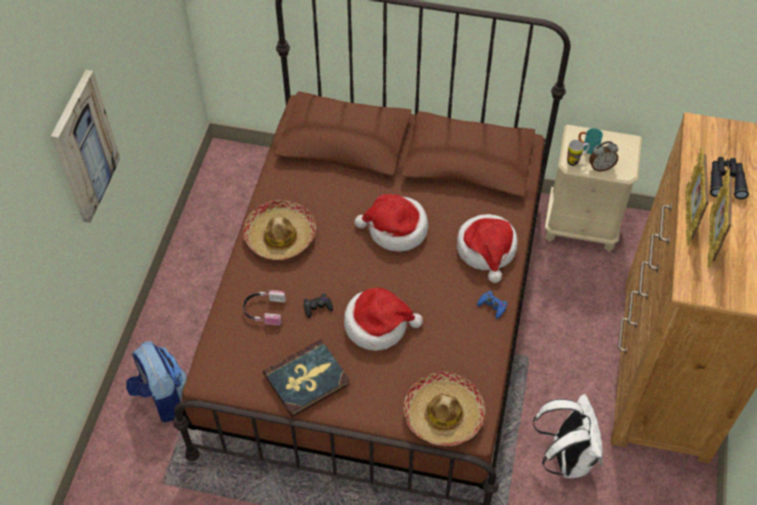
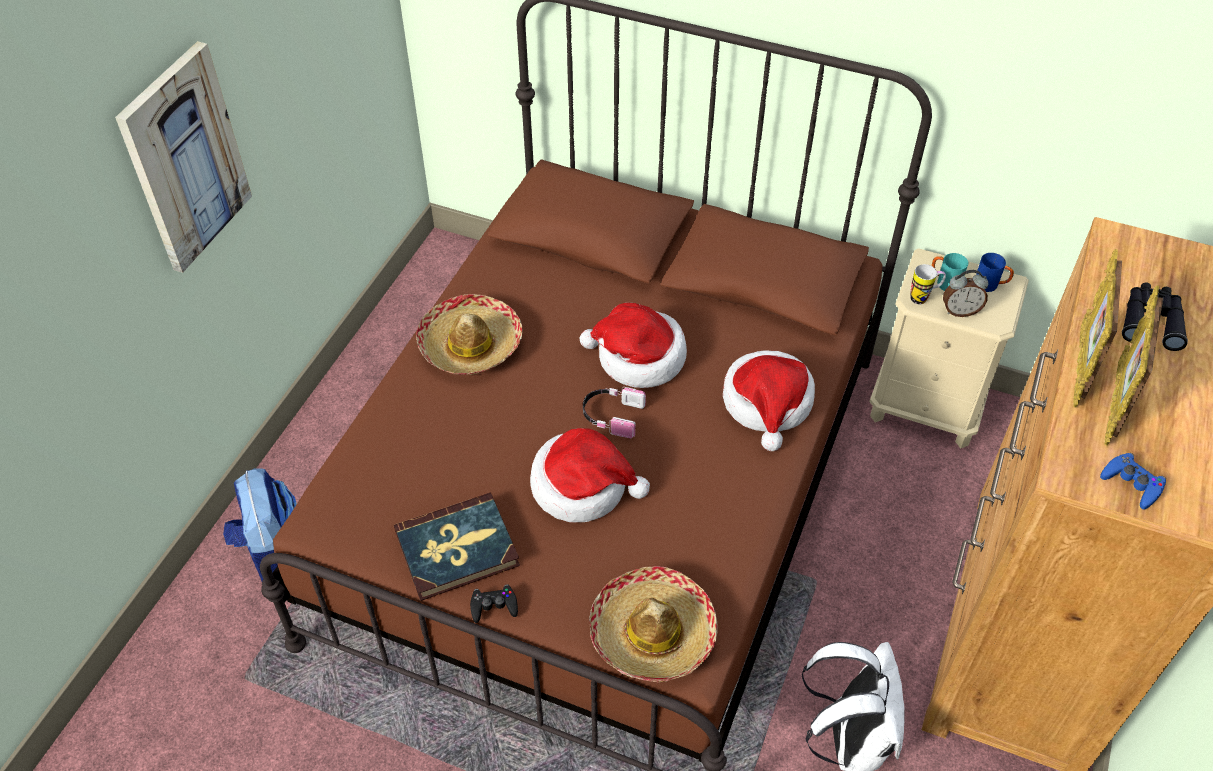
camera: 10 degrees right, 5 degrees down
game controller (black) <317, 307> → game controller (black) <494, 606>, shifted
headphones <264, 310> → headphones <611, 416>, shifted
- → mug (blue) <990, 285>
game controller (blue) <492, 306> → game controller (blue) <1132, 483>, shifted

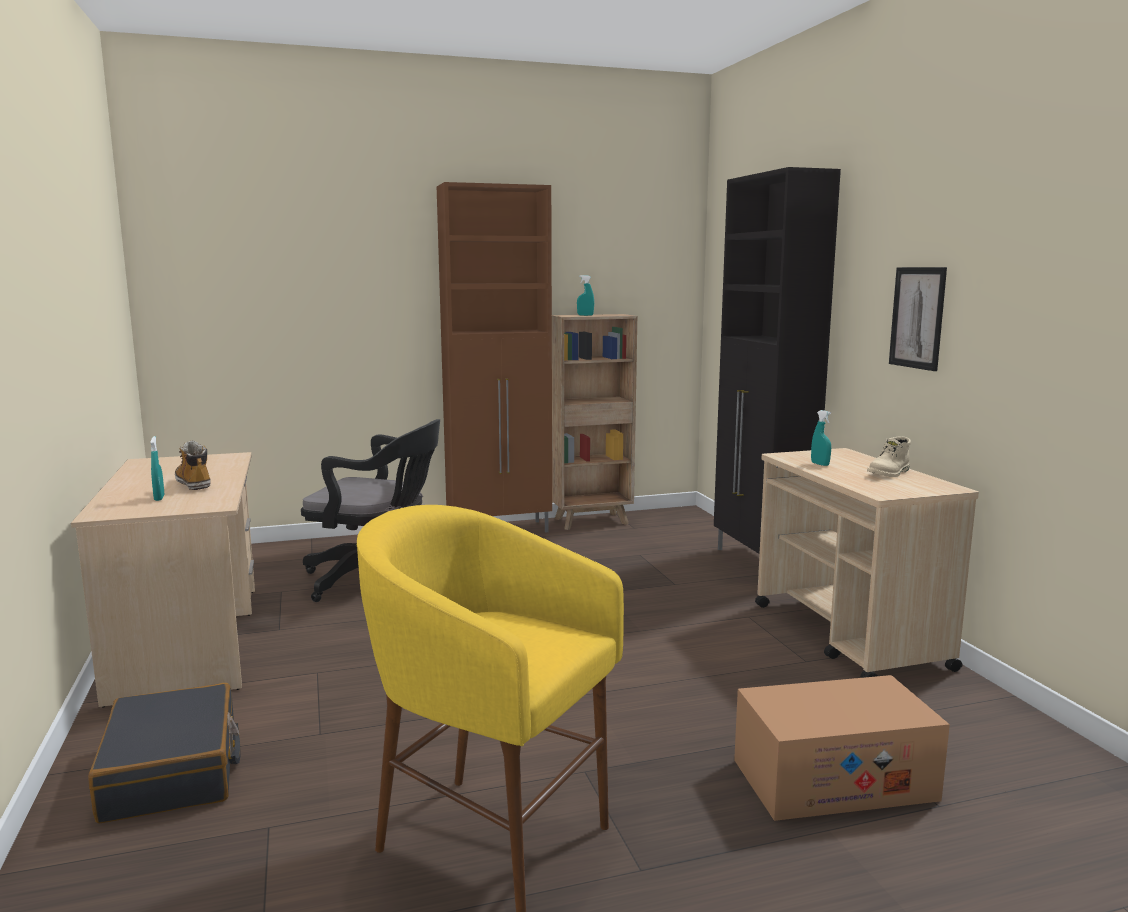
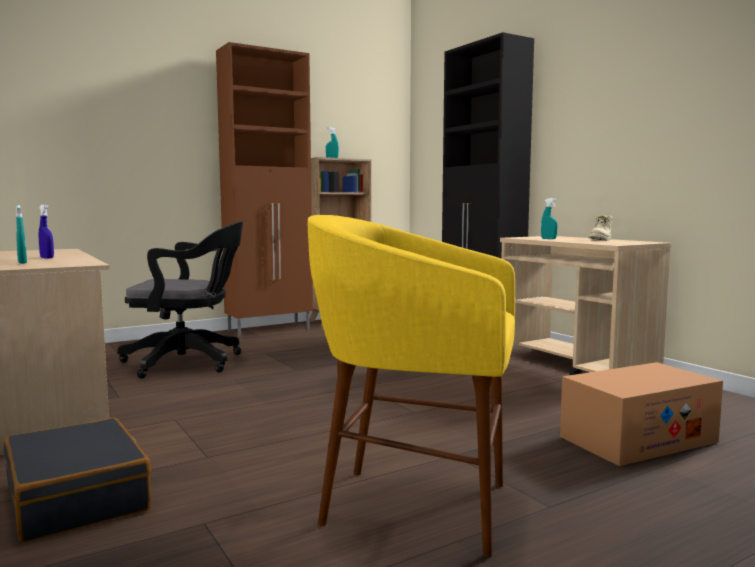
camera: 15 degrees left, 5 degrees down
boot <194, 484> → spray bottle (blue) <47, 258>
picture <917, 317> → -

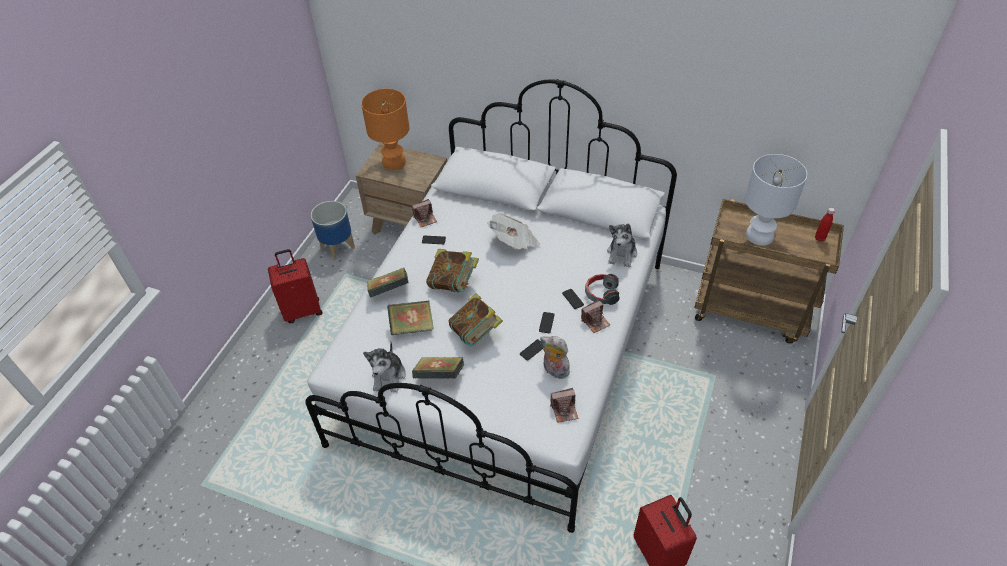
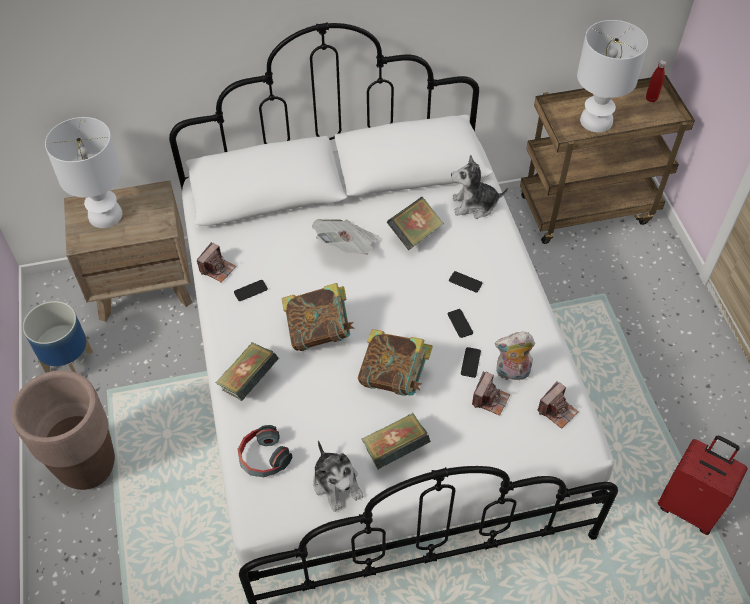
camera: 35 degrees left, 5 degrees up
suitcase (red) <302, 310> → planter (brown) <87, 466>
table lamp (orange) <393, 162> → table lamp (white) <104, 215>
headphones <601, 293> → headphones <263, 458>, shifted
book <412, 326> → book <415, 234>, shifted
plush toy <622, 254> → plush toy <474, 205>, 105 degrees clockwise
photo camera <595, 321> → photo camera <490, 399>, shifted

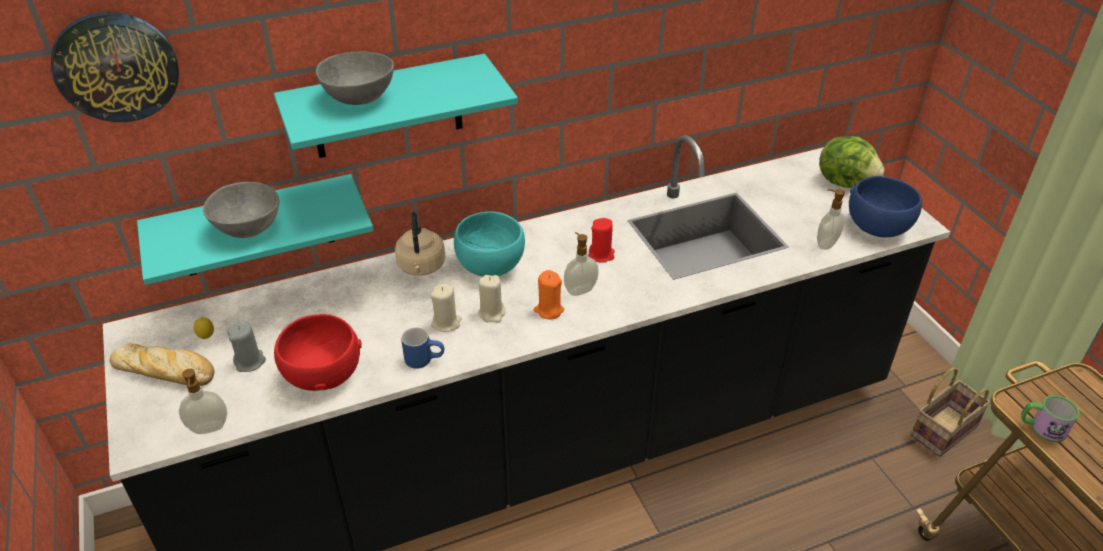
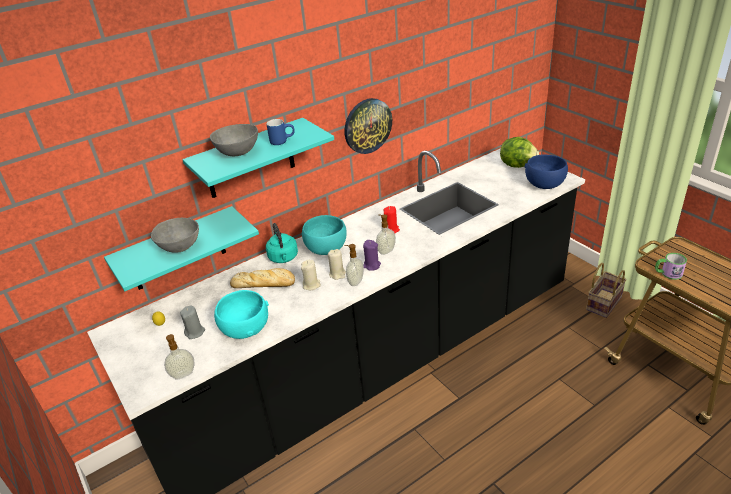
camera: 10 degrees left, 5 degrees down
bowl (red) <323, 375> → bowl (turquoise) <245, 329>
bread <166, 371> → bread <264, 284>, shifted
mug (blue) <424, 359> → mug (blue) <282, 141>, shifted
kettle (beige) <421, 267> → kettle (turquoise) <283, 258>
wall clock <116, 66> → wall clock <367, 125>, shifted
soap dispenser <825, 243> → soap dispenser <355, 281>, shifted
candle (orange) <549, 310> → candle (purple) <371, 265>

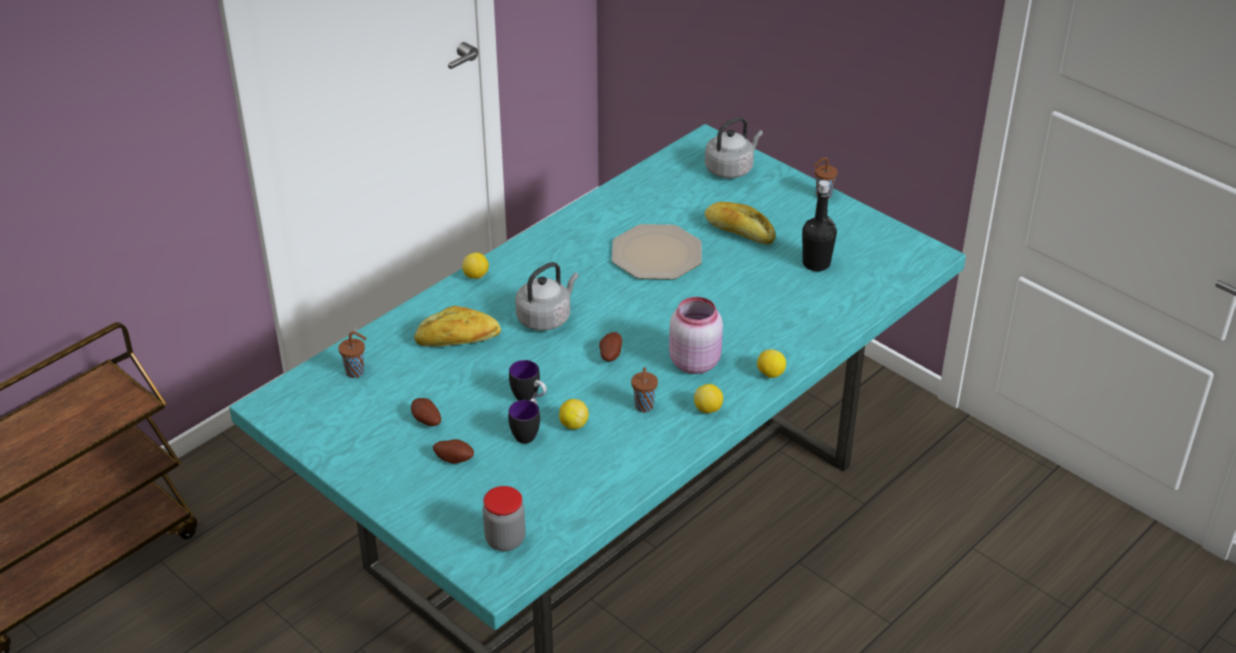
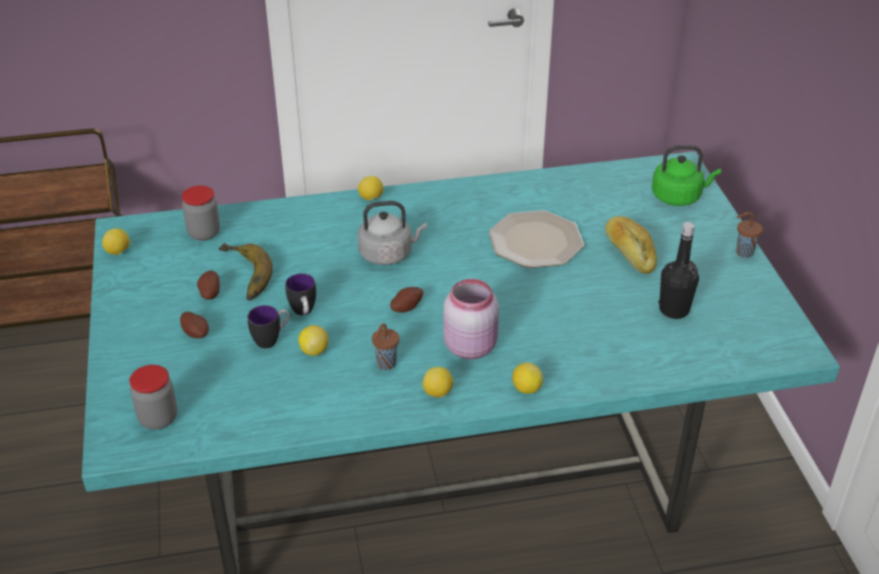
camera: 35 degrees right, 0 degrees up
- → lemon <118, 252>
cup (brown) <356, 372> → jar <204, 233>
- → banana <241, 276>
kettle (grey) <731, 169> → kettle (green) <679, 196>
bread <458, 340> → -

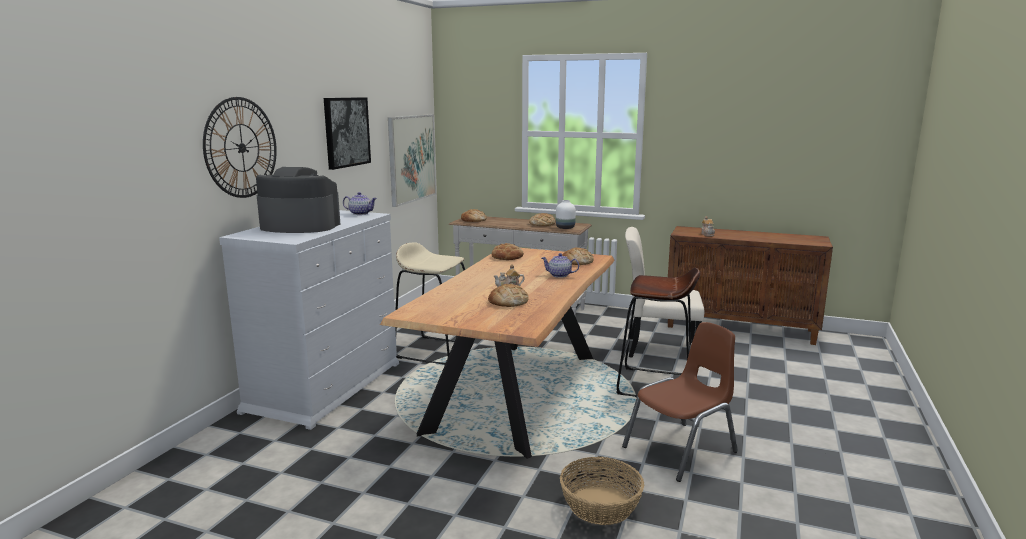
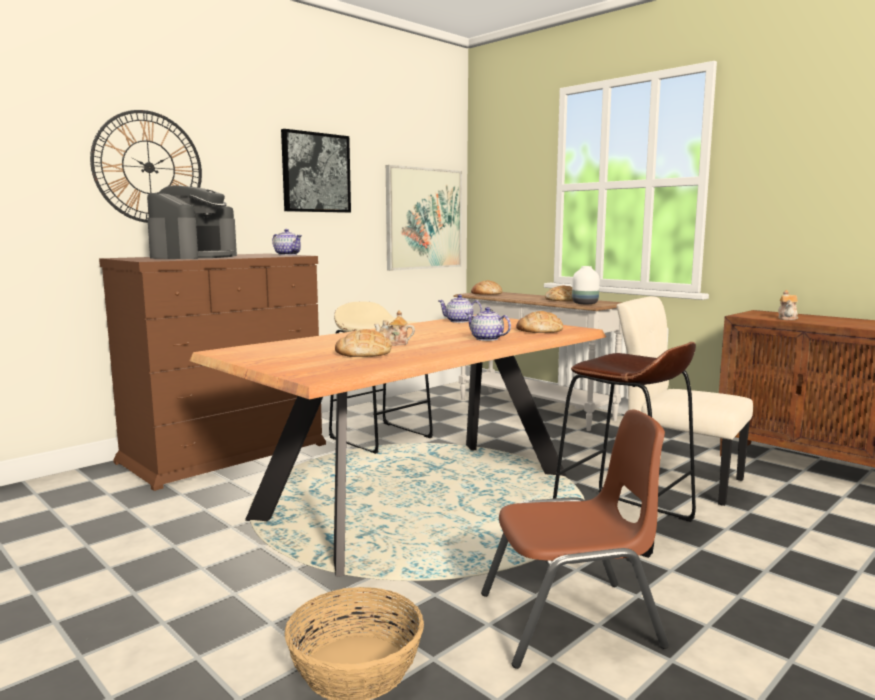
camera: 25 degrees right, 5 degrees down
dresser (white) <325, 386> → dresser (brown) <225, 453>
coffee machine <299, 226> → coffee machine <195, 257>, 75 degrees clockwise
bread <507, 257> → teapot <459, 321>

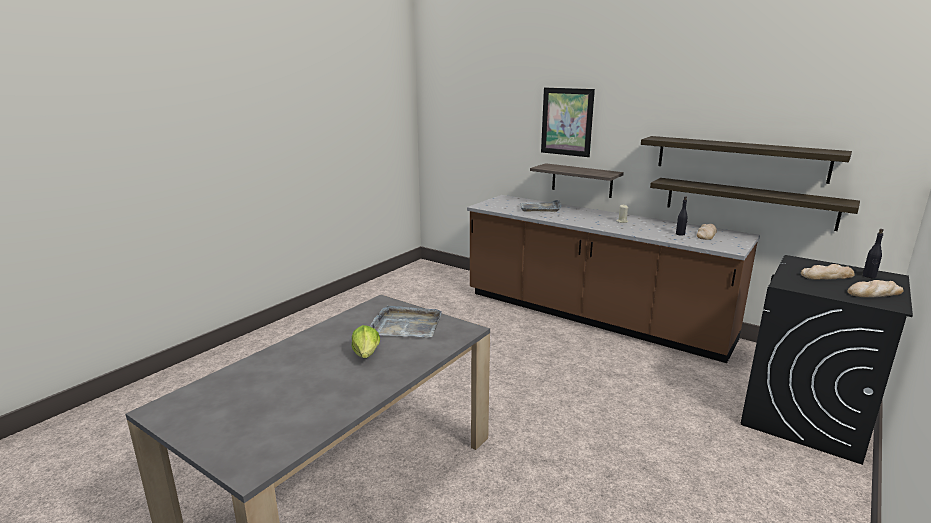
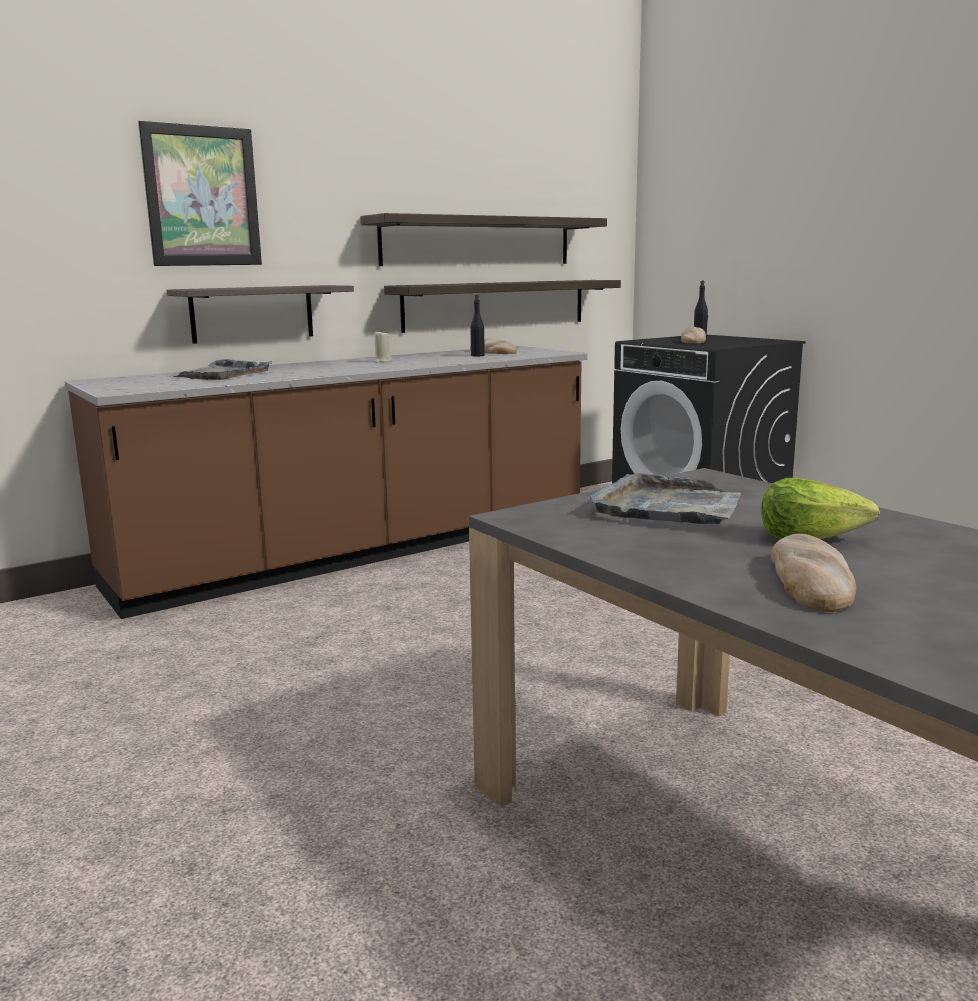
camera: 70 degrees left, 5 degrees down
bread <874, 293> → bread <811, 582>, shifted

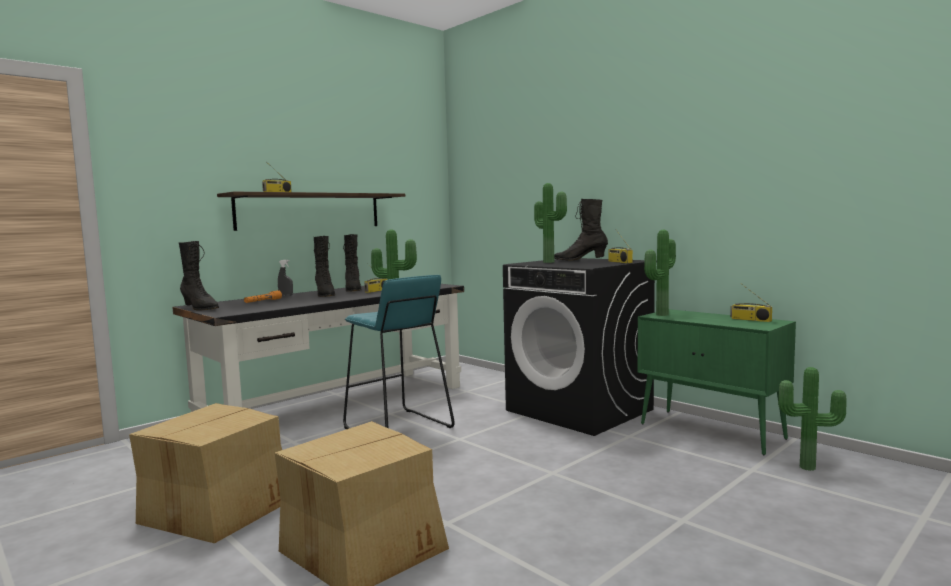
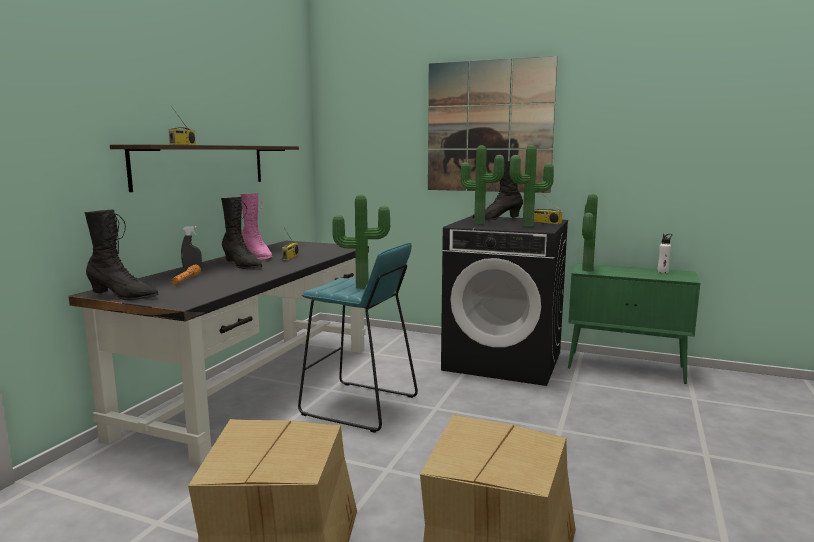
camera: 25 degrees left, 5 degrees up
boot (black) <353, 289> → boot (pink) <257, 256>
- → picture <489, 127>
potted plant <809, 468> → potted plant <529, 226>, shifted
radio <750, 320> → bottle (white) <663, 272>

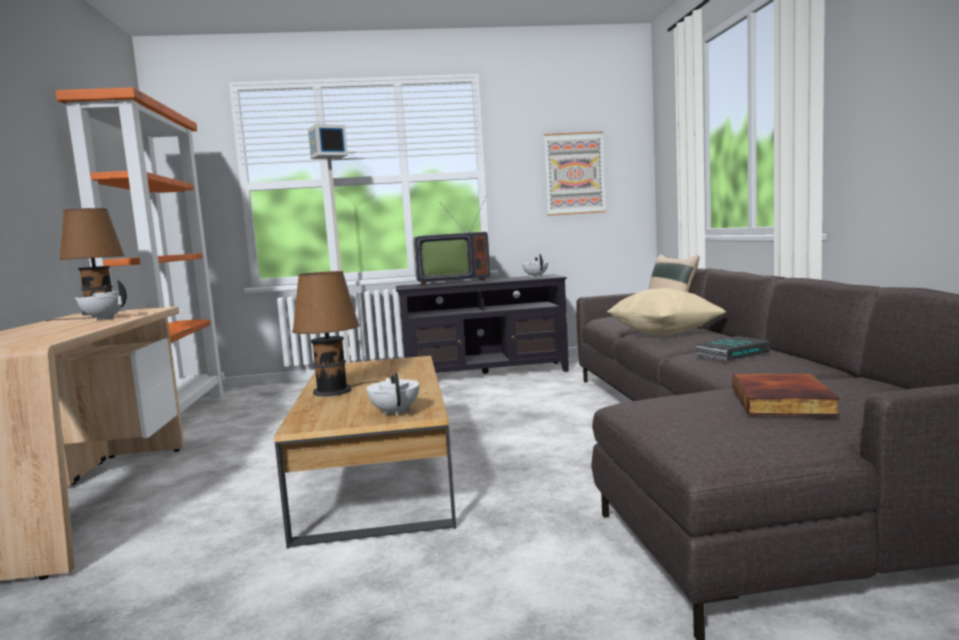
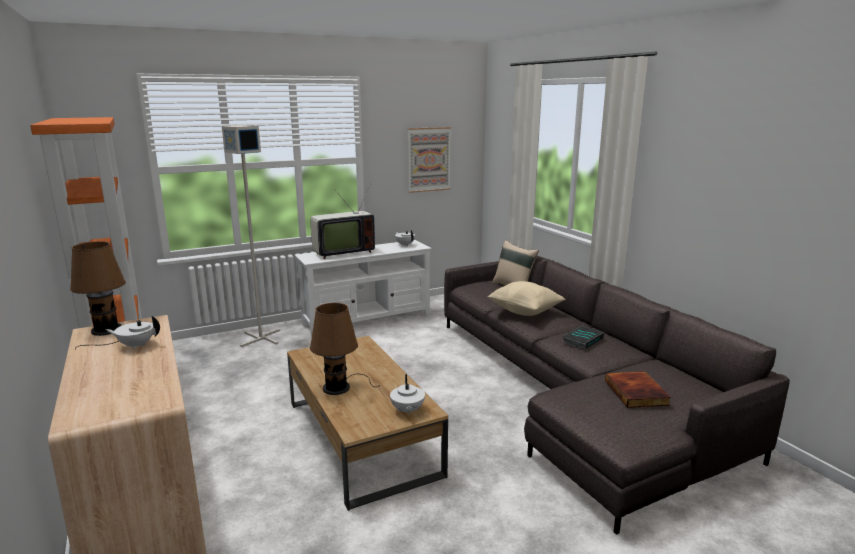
camera: 20 degrees left, 10 degrees up
tv stand (black) <485, 374> → tv stand (white) <367, 320>
teapot (white) <395, 412> → teapot (white) <407, 411>, 150 degrees counterclockwise

